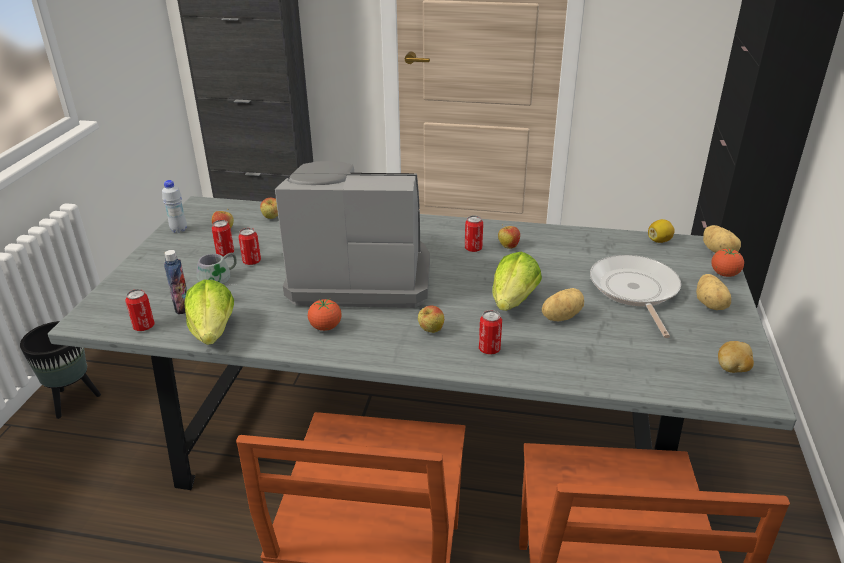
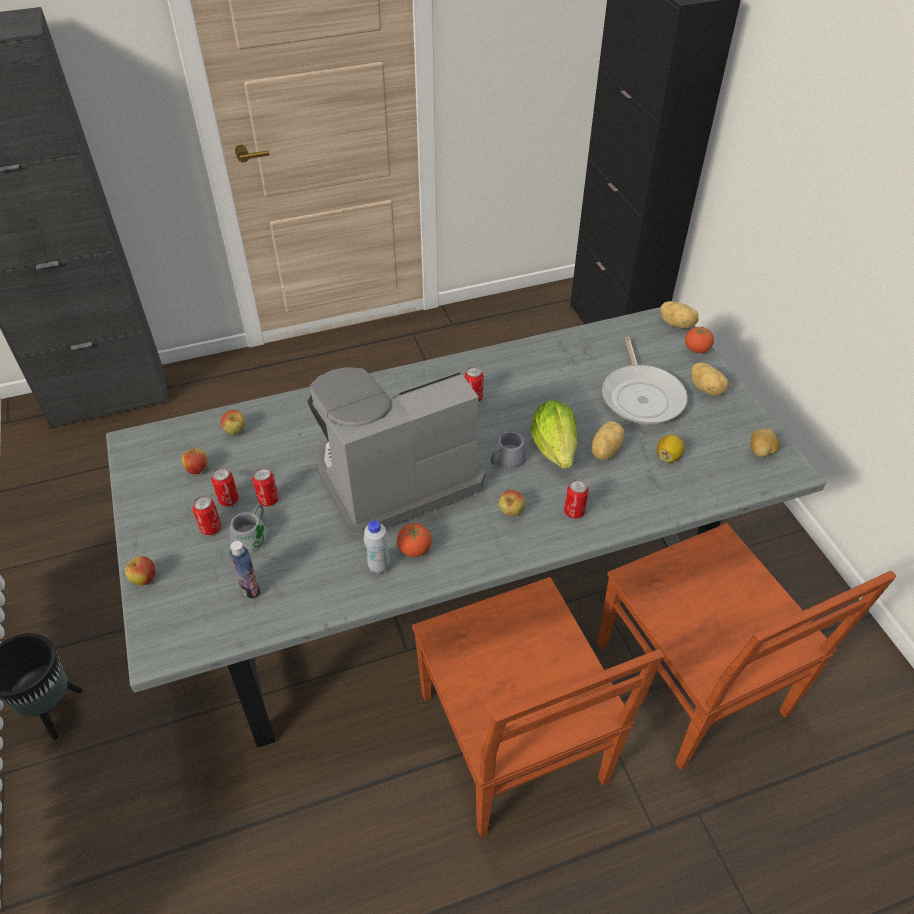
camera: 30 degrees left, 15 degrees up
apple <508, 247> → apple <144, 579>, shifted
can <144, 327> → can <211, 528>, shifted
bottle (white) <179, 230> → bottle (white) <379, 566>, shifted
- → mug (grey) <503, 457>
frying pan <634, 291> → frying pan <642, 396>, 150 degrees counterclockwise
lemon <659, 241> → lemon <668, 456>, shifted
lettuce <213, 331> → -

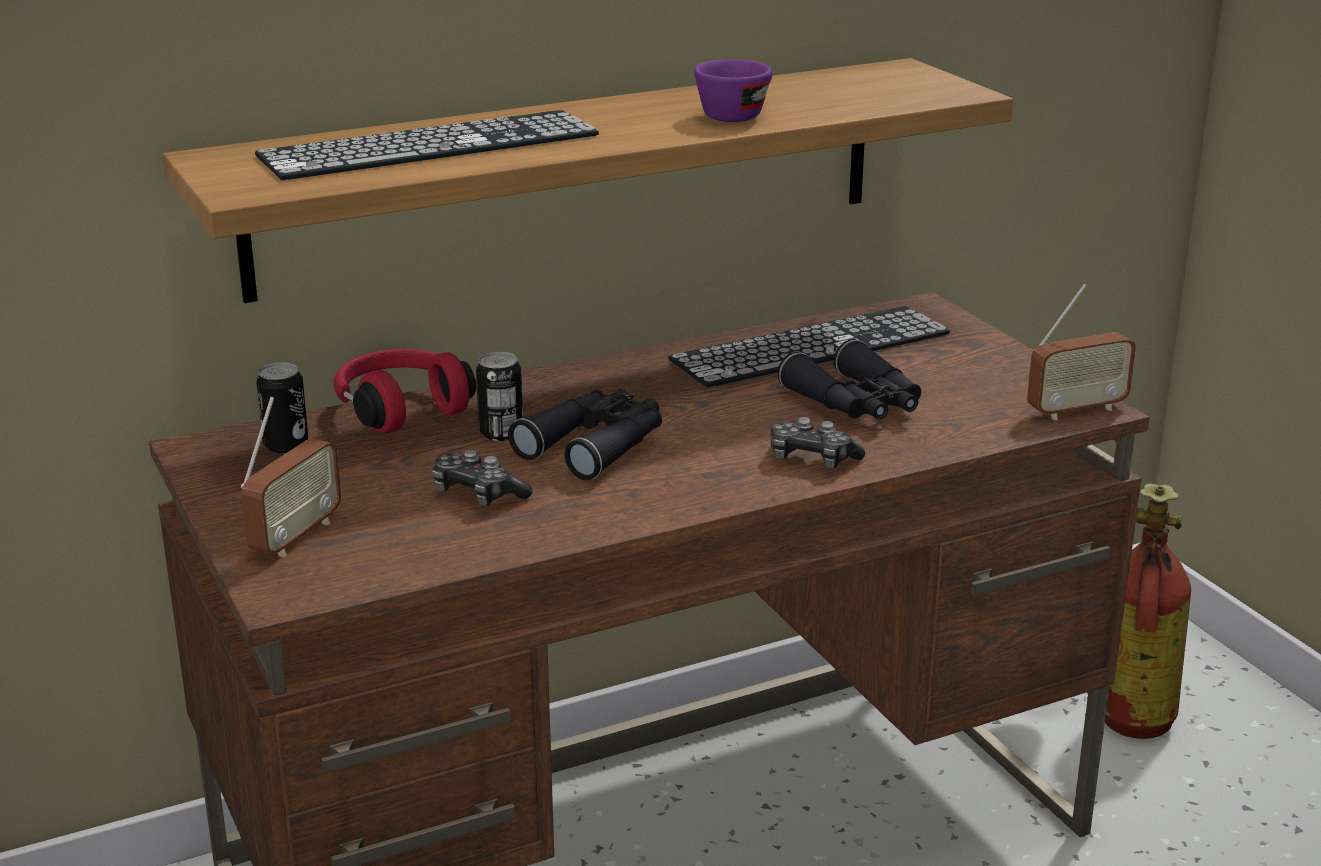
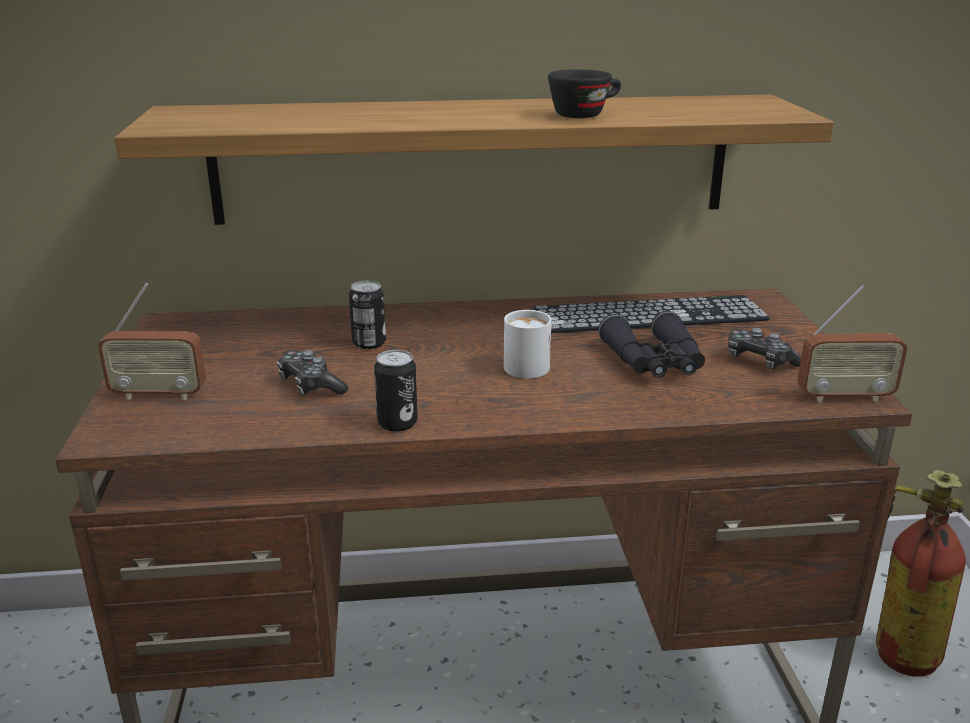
camera: 20 degrees right, 0 degrees up
radio <295, 537> → radio <159, 394>, 45 degrees clockwise
can <286, 445> → can <397, 423>, shifted
- → mug (white) <526, 363>
cup (purple) <737, 114> → cup (black) <585, 114>
game controller <812, 459> → game controller <759, 361>, shifted
keyboard <430, 145> → -
headphones (red) <400, 409> → -
binoculars (black) <596, 445> → -

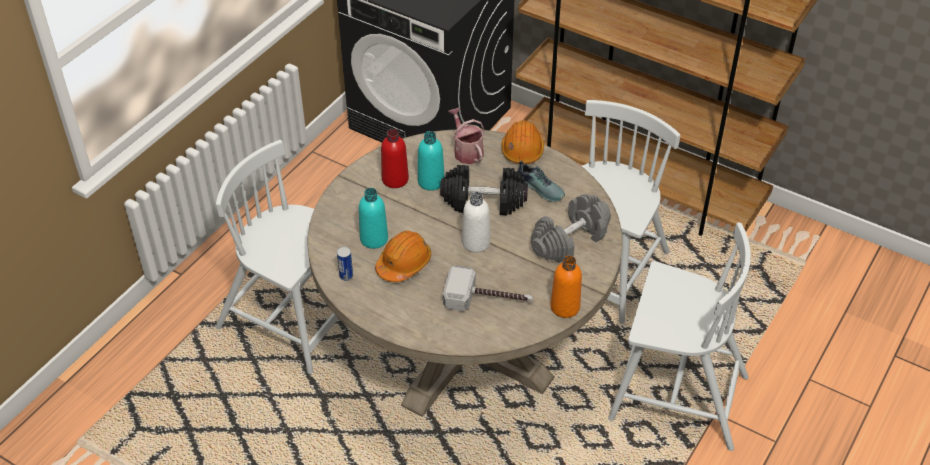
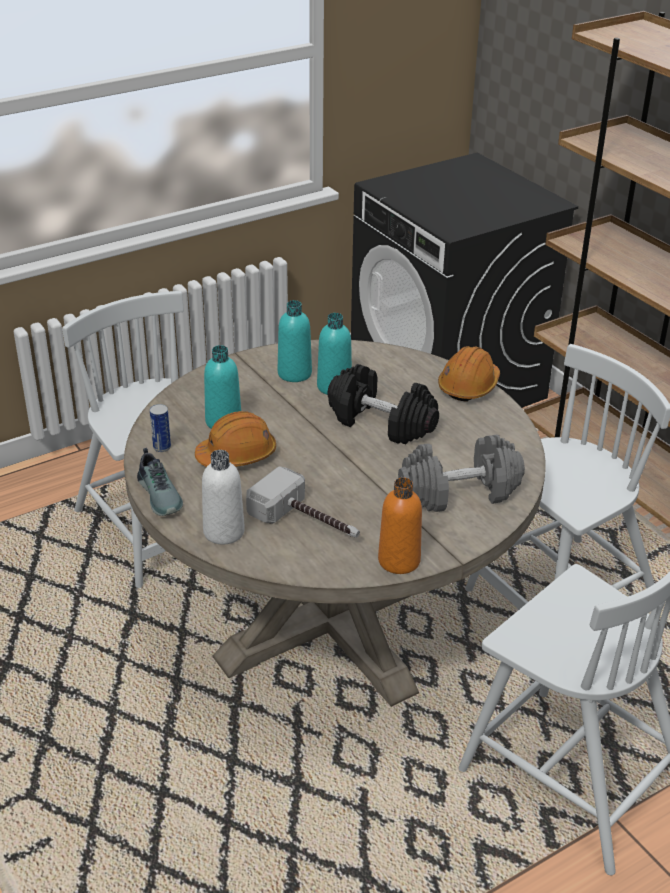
camera: 25 degrees right, 10 degrees down
shoe <540, 188> → shoe <161, 495>, shifted
bottle (white) <476, 243> → bottle (white) <224, 532>, shifted
bottle (red) <395, 179> → bottle (turquoise) <294, 373>
watering can <466, 151> → -

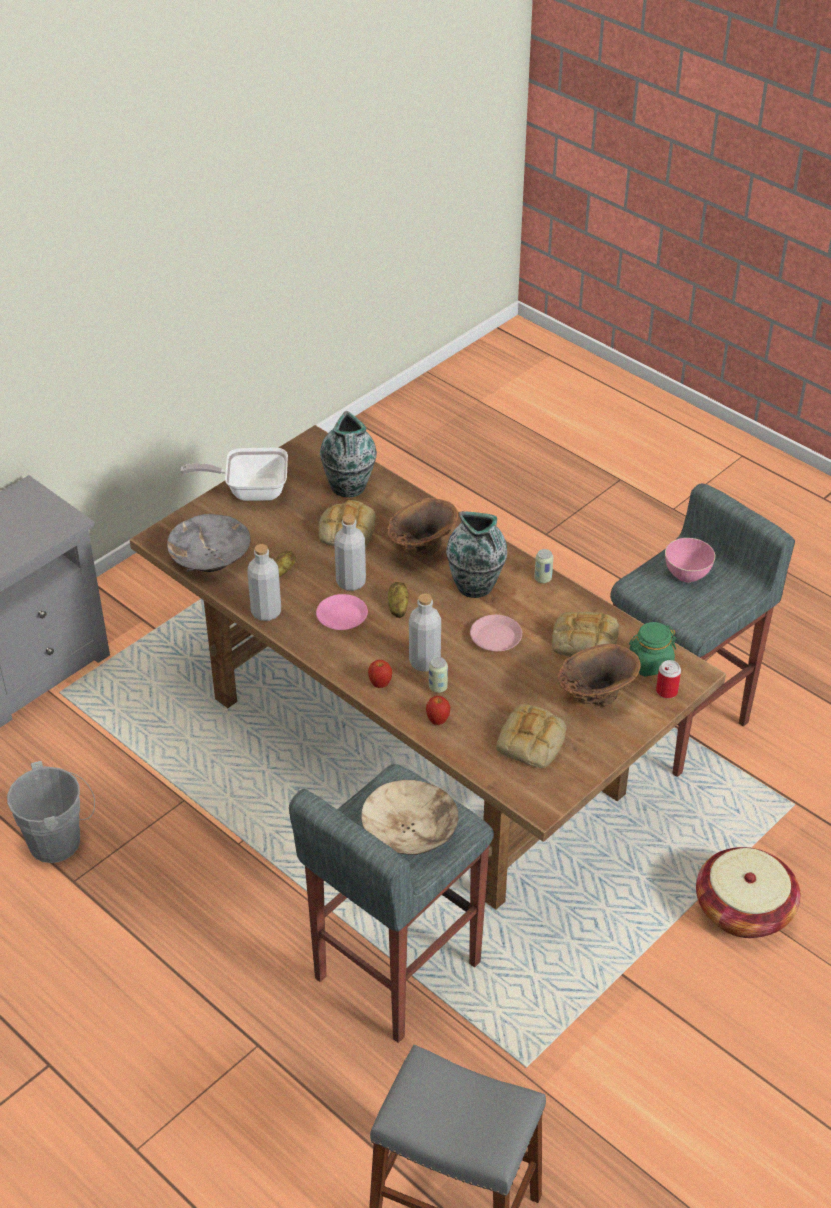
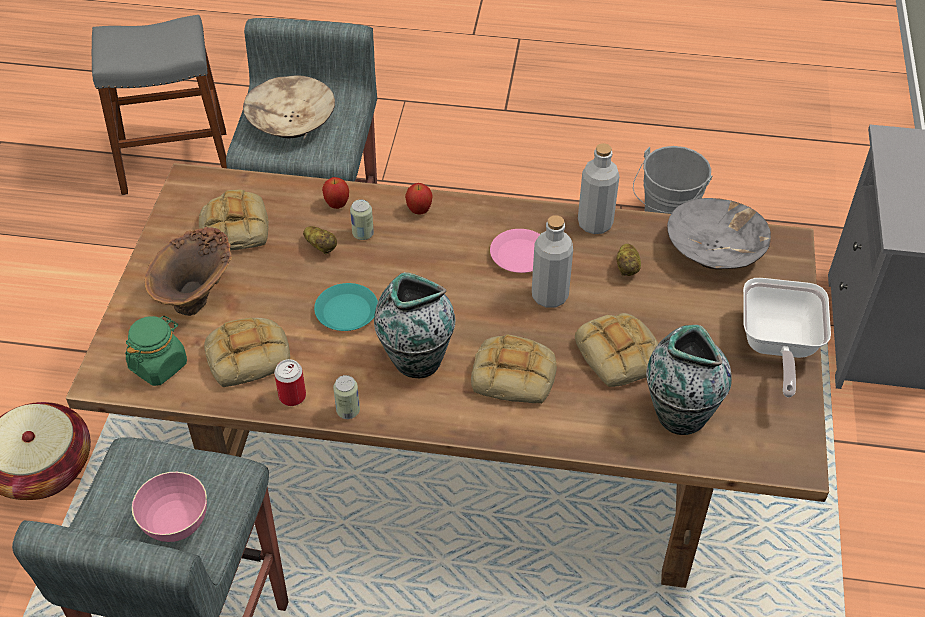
camera: 145 degrees right, 5 degrees up
can <666, 691> → can <292, 396>, shifted
potato <397, 607> → potato <321, 247>, shifted
plate (pink) <496, 637> → plate (turquoise) <347, 312>
vase (brown) <421, 550> → bread <515, 374>
frying pan <250, 490> → frying pan <777, 347>, 135 degrees clockwise
bottle (grey) <424, 662> → -

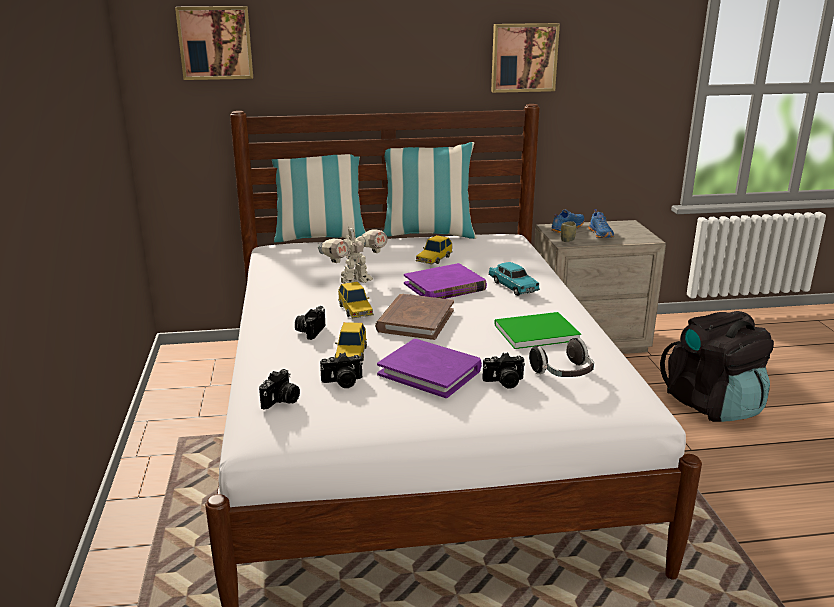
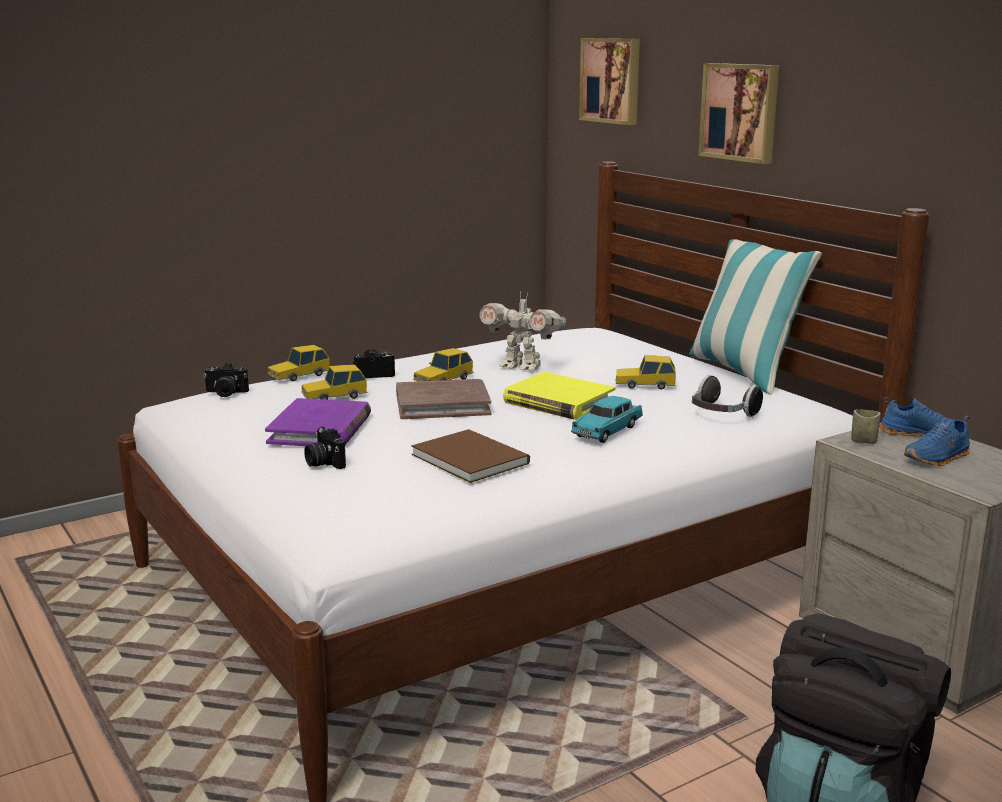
camera: 65 degrees right, 5 degrees down
- → toy car <299, 375>
book (green) <533, 332> → book (brown) <470, 457>
book (purple) <444, 287> → book (yellow) <558, 401>
headphones <564, 374> → headphones <721, 414>, shifted
picture <523, 57> → picture <741, 112>, shifted
pillow <320, 238> → -
photo camera <342, 382> → -

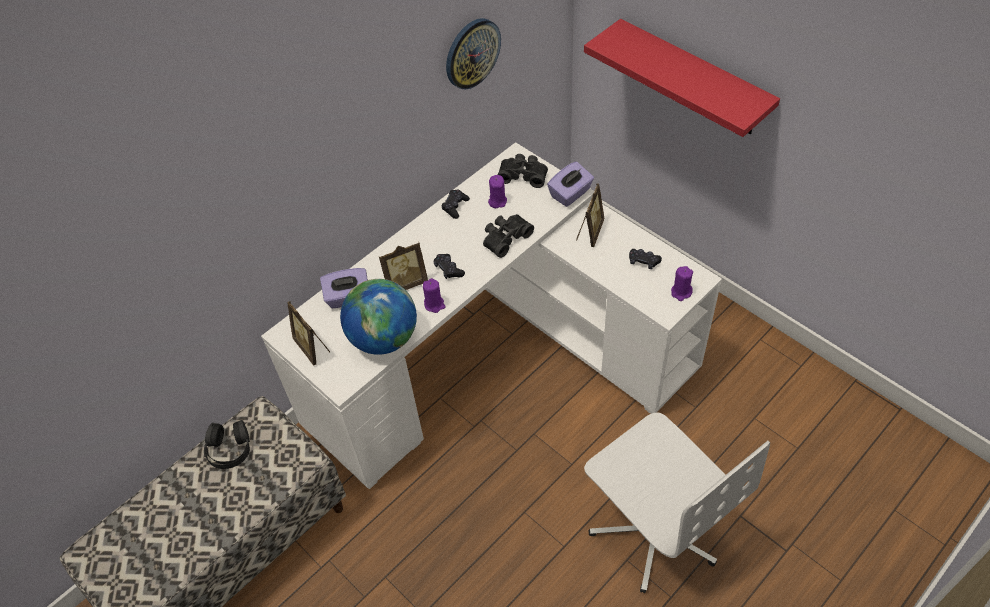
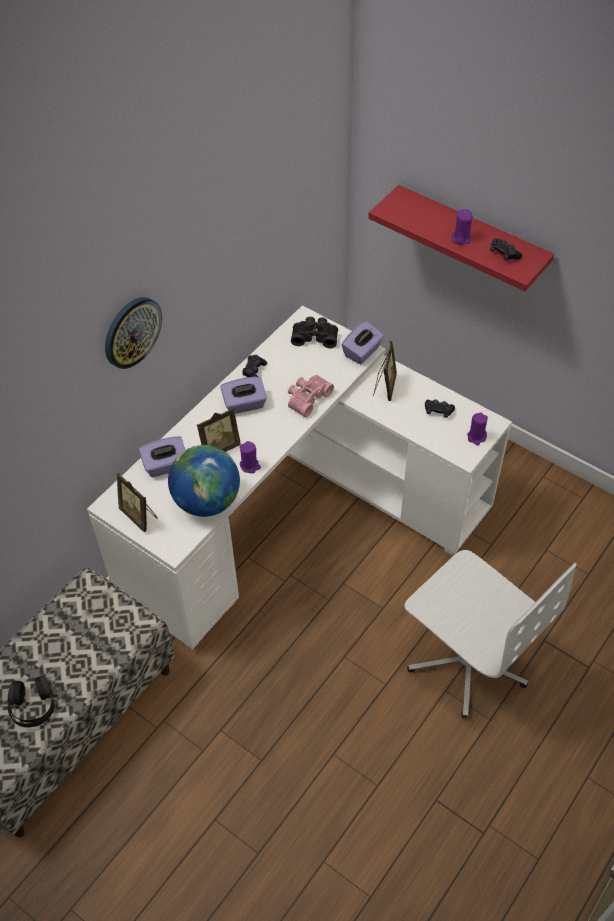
camera: 10 degrees left, 0 degrees up
headphones (black) <229, 448> → headphones (black) <33, 705>, shifted
wall clock <472, 53> → wall clock <132, 332>, shifted
- → tissue box (purple) <244, 404>
binoculars (black) <505, 238> → binoculars (pink) <307, 398>
candle (purple) <497, 201> → candle (purple) <461, 238>, shifted
game controller (black) <448, 269> → game controller (black) <504, 254>, shifted

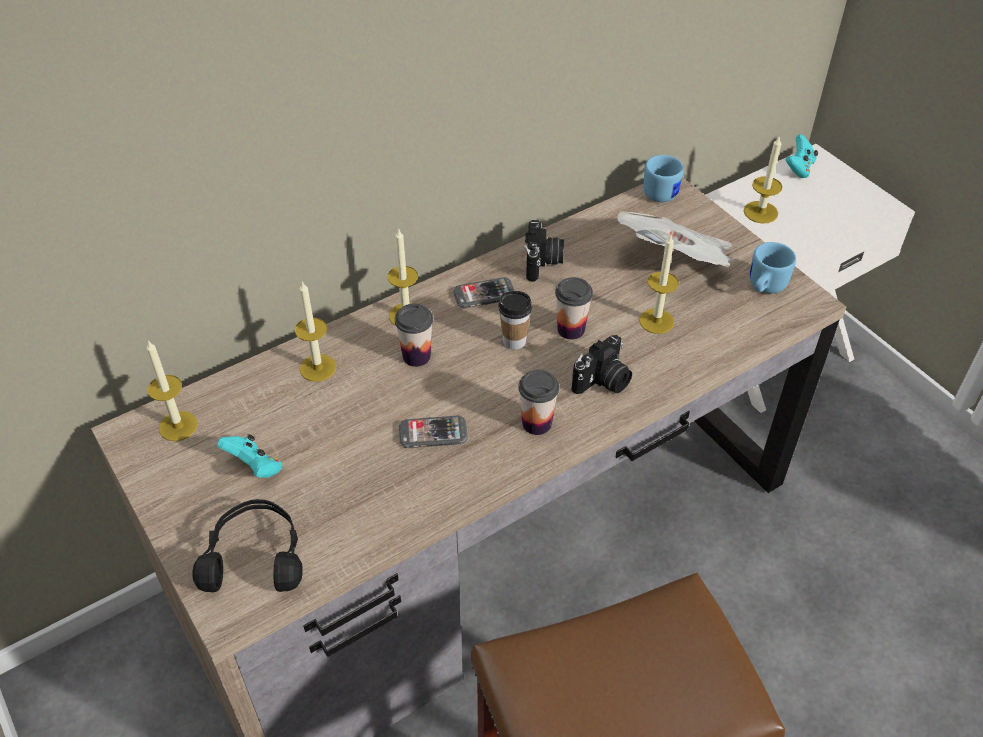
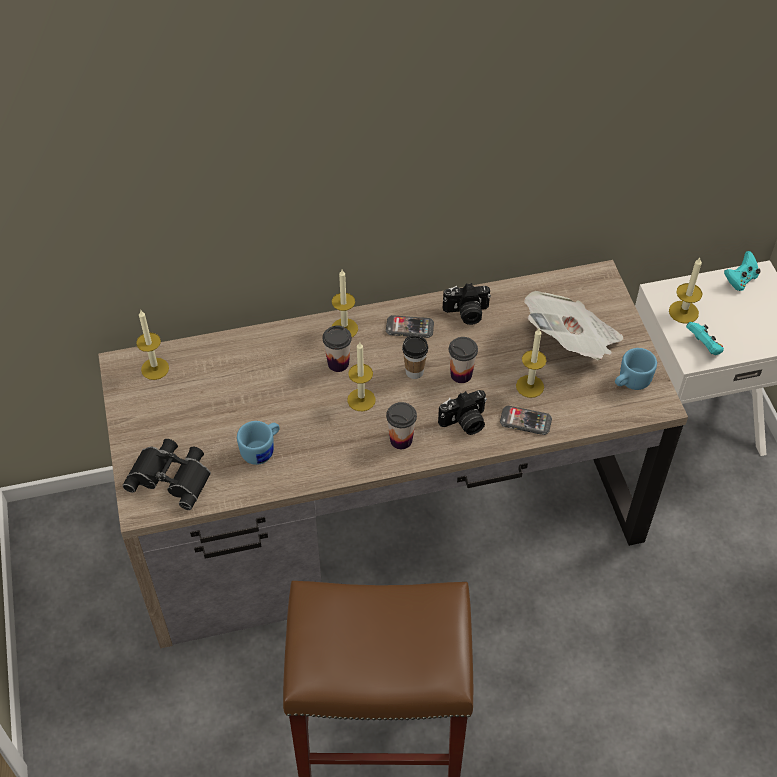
camera: 20 degrees right, 5 degrees up
headphones (black) <255, 555> → binoculars (black) <172, 476>
mug (blue) <663, 190> → mug (blue) <262, 450>, shifted
candle <318, 368> → candle <361, 400>, shifted
photo camera <543, 262> → photo camera <466, 313>, 60 degrees clockwise
phone <433, 433> → phone <525, 421>, shifted
game controller (turquoise) <255, 467> → game controller (turquoise) <703, 346>, shifted

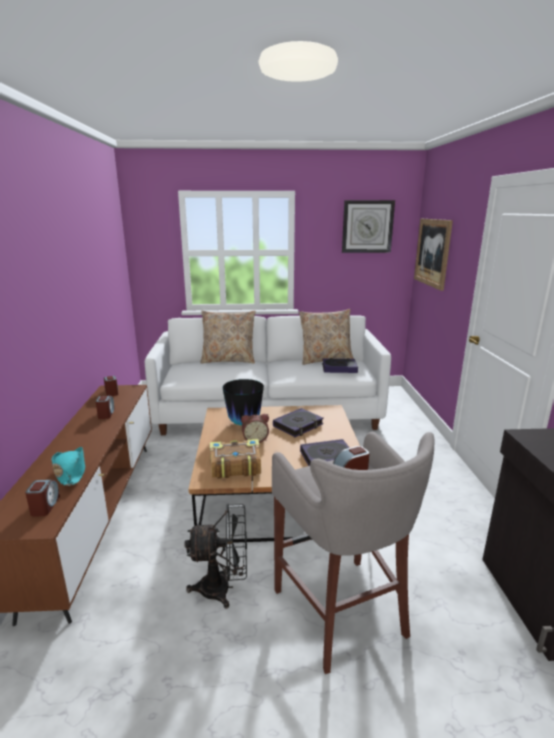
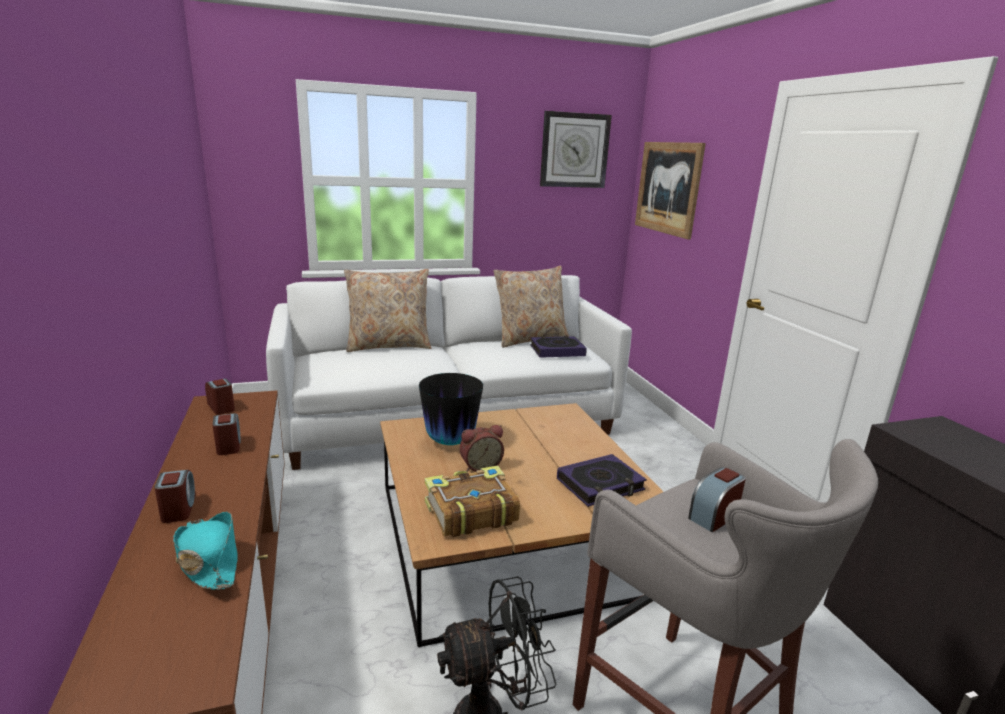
camera: 15 degrees left, 0 degrees up
alarm clock <45, 506> → alarm clock <178, 508>, shifted
book <298, 425> → -

